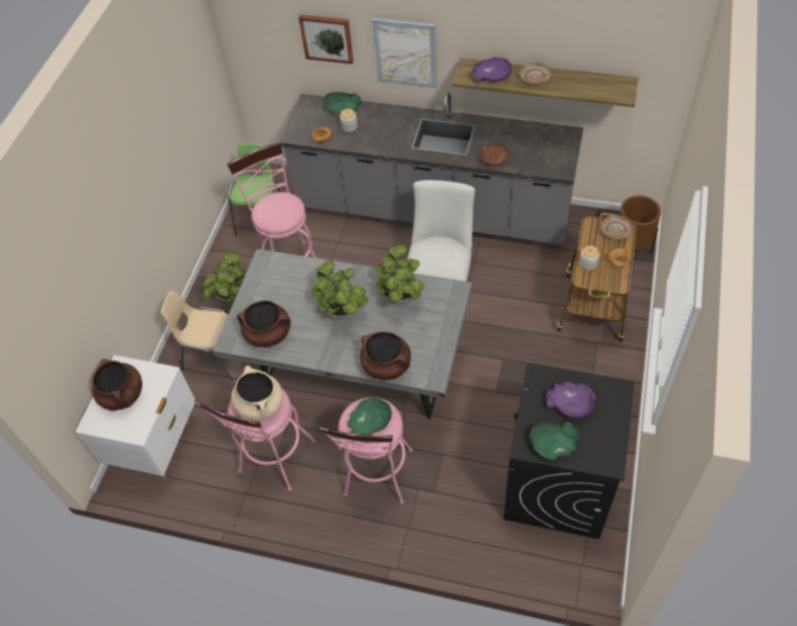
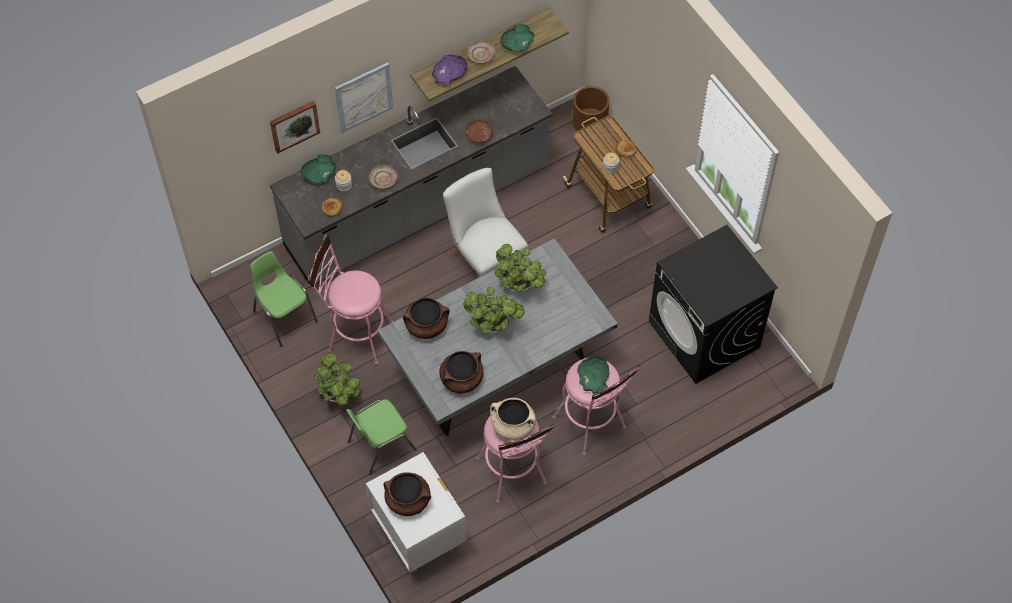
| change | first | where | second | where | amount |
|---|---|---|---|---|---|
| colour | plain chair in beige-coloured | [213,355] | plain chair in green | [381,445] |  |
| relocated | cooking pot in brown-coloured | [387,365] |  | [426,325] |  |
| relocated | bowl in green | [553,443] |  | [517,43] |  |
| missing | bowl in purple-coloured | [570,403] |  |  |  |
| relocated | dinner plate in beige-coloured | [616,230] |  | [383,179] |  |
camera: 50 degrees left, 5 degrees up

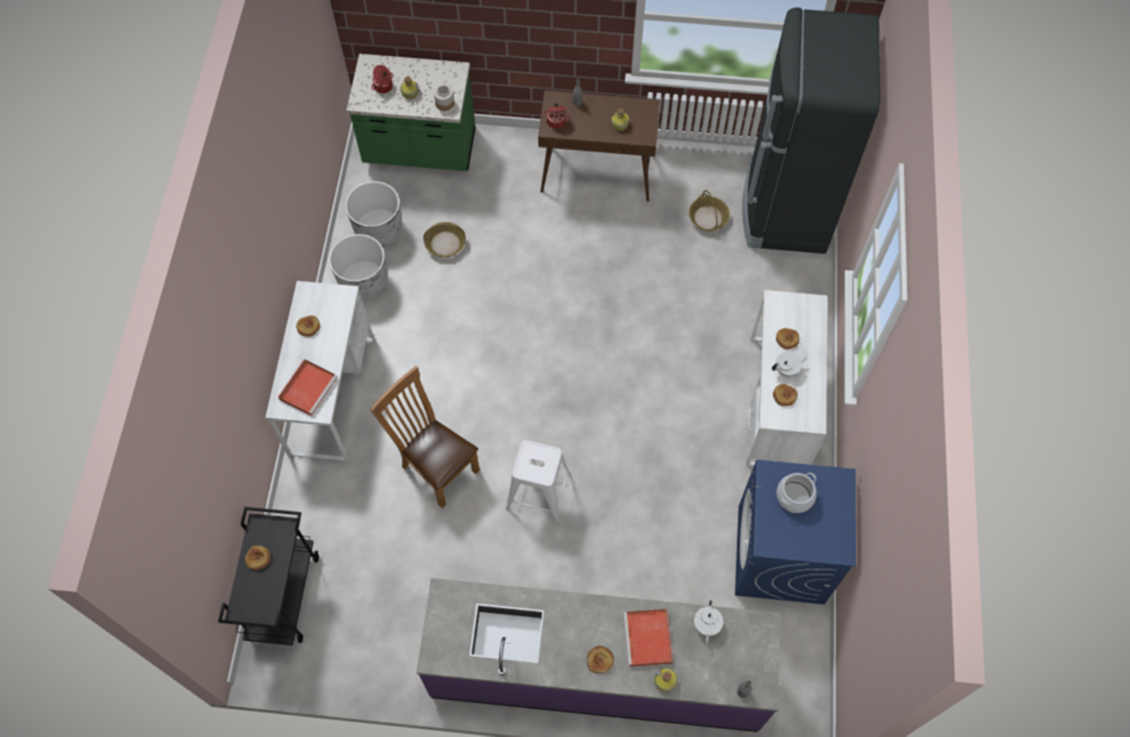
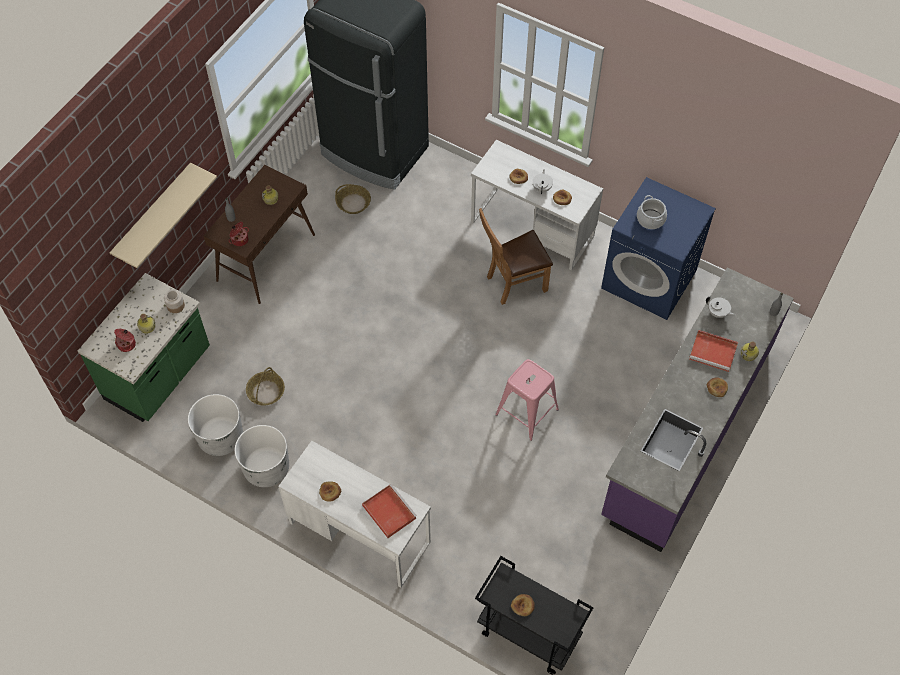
| change | first | where | second | where | amount |
|---|---|---|---|---|---|
| relocated | plain chair in brown-coloured | [436,467] |  | [513,283] |  |
| colour | sitting stool in white | [539,492] | sitting stool in pink | [527,412] |  |
| appeared |  |  | shelf in beige-coloured | [153,214] |  |
camera: 65 degrees left, 5 degrees down

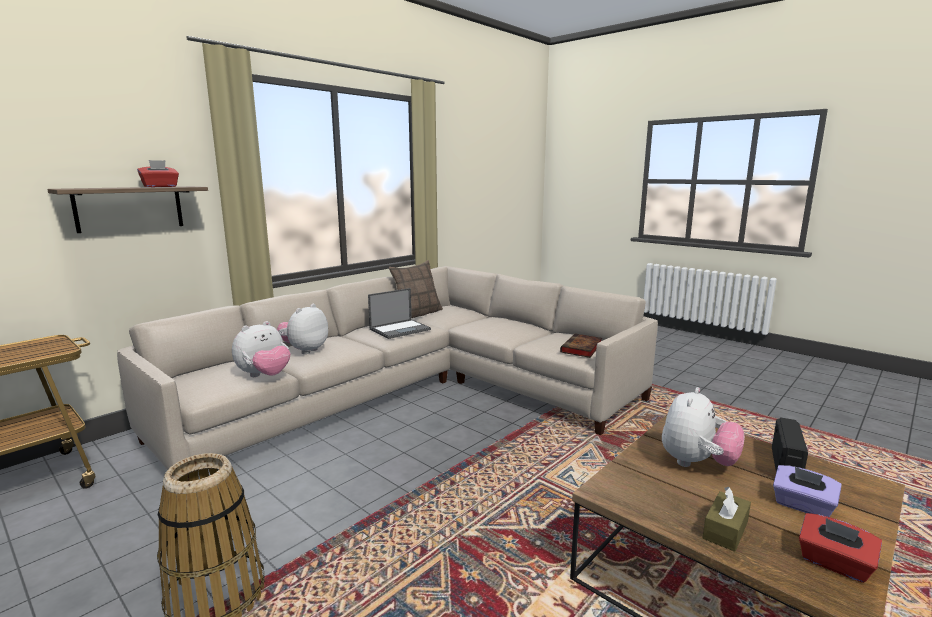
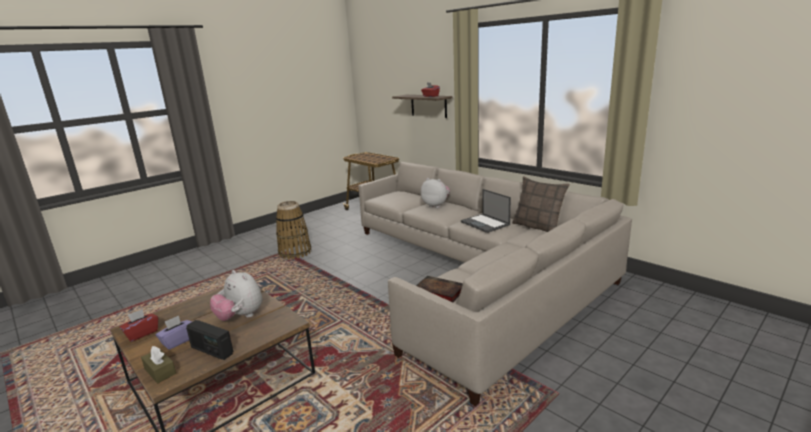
| change | first | where | second | where | amount |
|---|---|---|---|---|---|
| missing | plush toy | [264,376] |  |  |  |
| relocated | box of tissues in brown-coloured | [725,530] |  | [160,371] |  |
camera: 95 degrees right, 5 degrees up

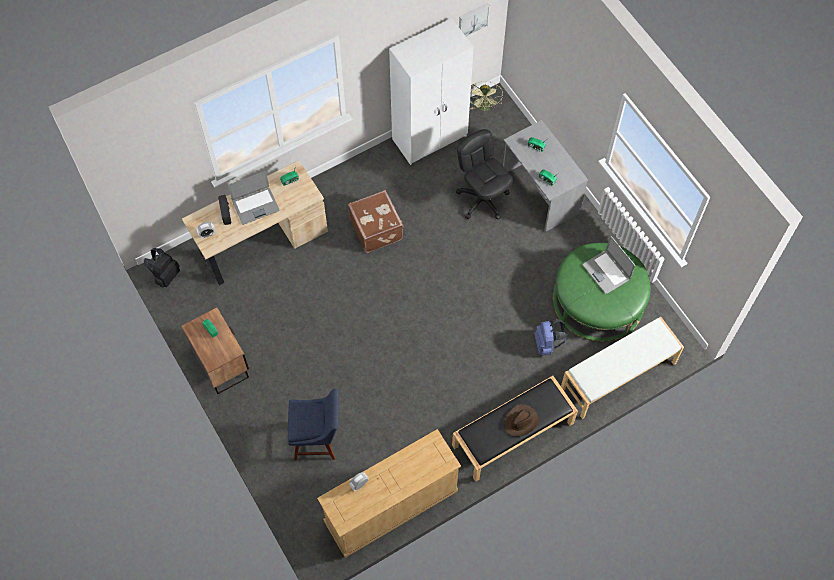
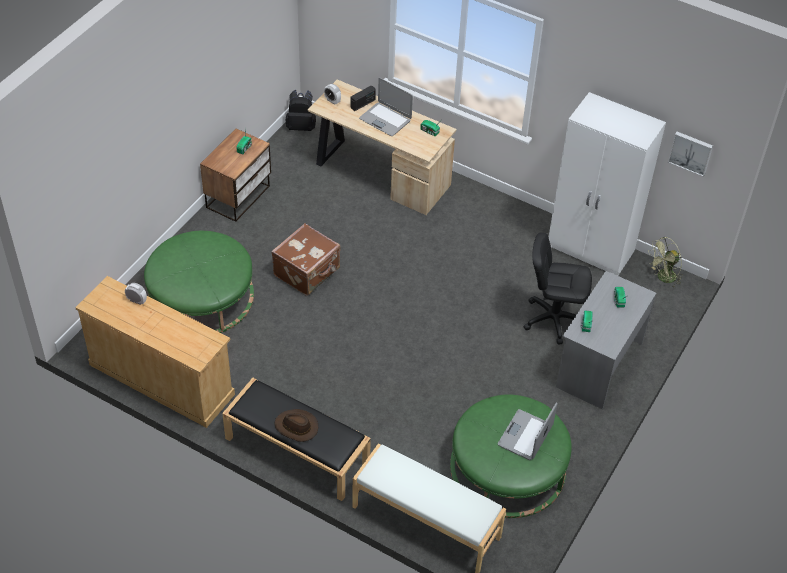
| change | first | where | second | where | amount |
|---|---|---|---|---|---|
| exchanged | plain chair in blue-coloured | [318,439] | footrest in green | [201,296] |  |
| relocated | suitcase in brown-coloured | [377,229] |  | [308,272] |  |
| spun | office chair in black | [482,199] |  | [553,319] | 105 degrees counterclockwise |
| missing | backpack in blue-coloured | [547,344] |  |  |  |
camera: 60 degrees right, 15 degrees down

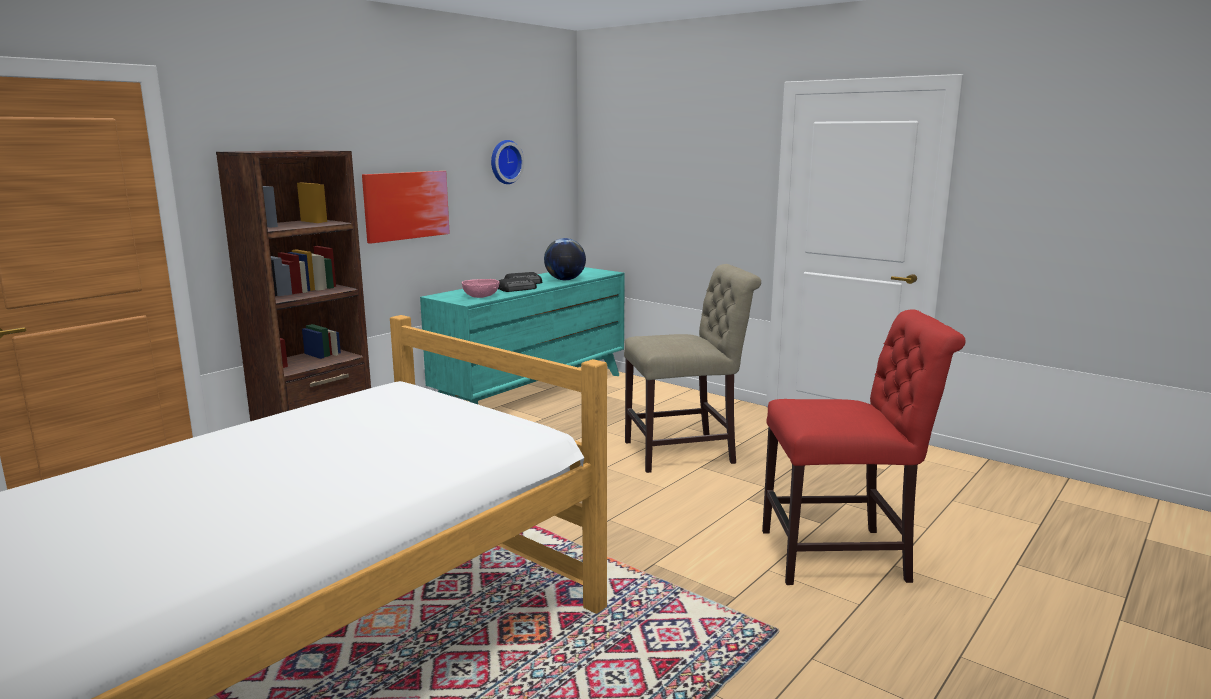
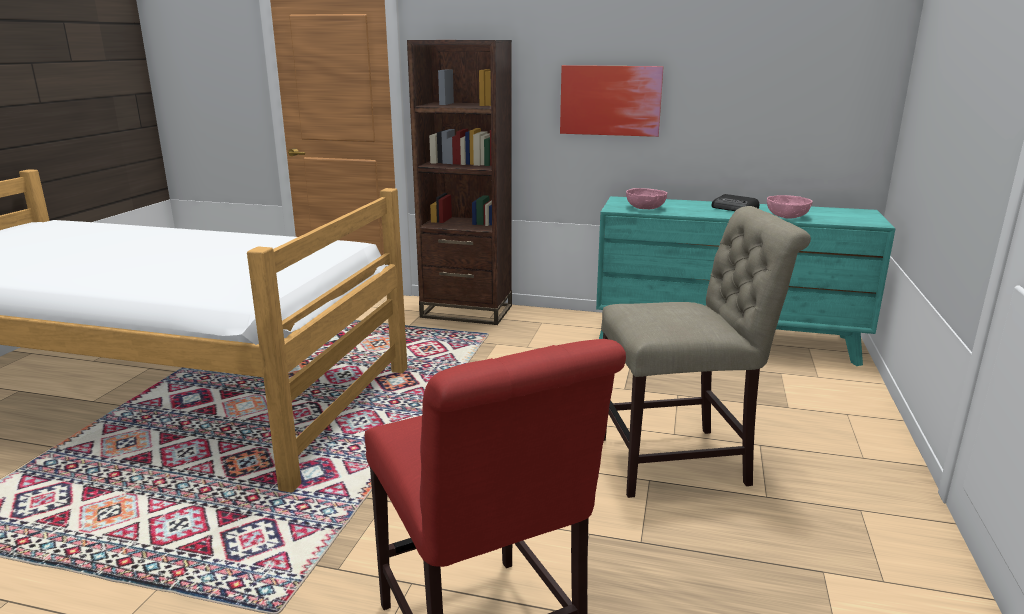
| change | first | where | second | where | amount |
|---|---|---|---|---|---|
| missing | hanging clock | [504,162] |  |  |  |
| missing | radio receiver | [517,289] |  |  |  |
| exchanged | world globe | [565,280] | bowl in pink | [787,216] |  |
| spun | plain chair in beige-coloured | [686,452] |  | [681,461] | 60 degrees counterclockwise |
camera: 65 degrees right, 5 degrees up

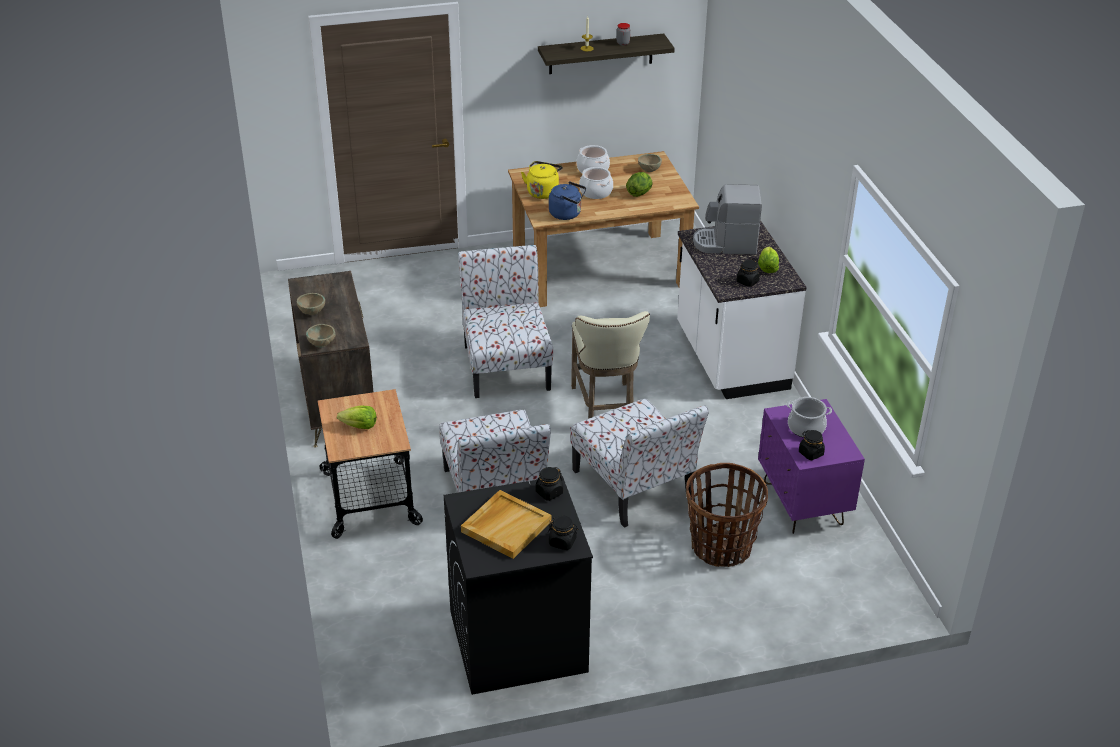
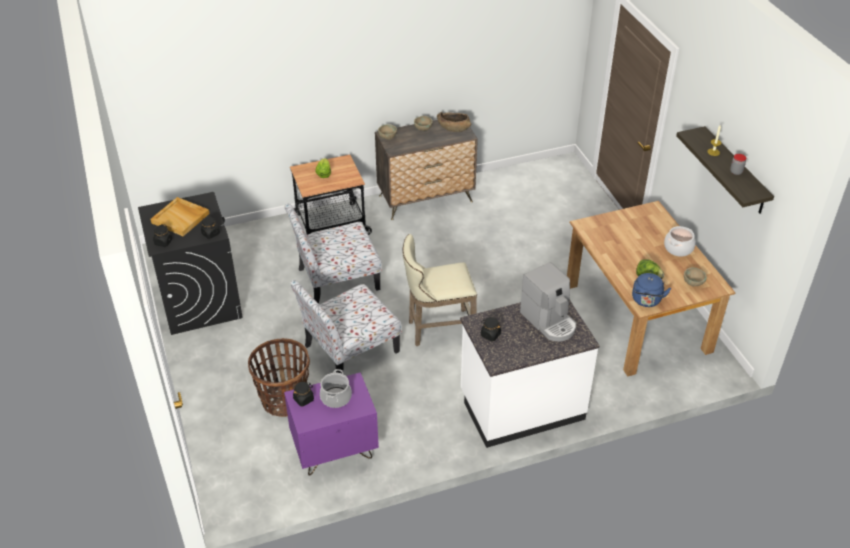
| change | first | where | second | where | amount |
|---|---|---|---|---|---|
| missing | plain chair | [506,365] |  |  |  |
| missing | tea kettle in yellowish | [543,192] |  |  |  |
| relocated | tea kettle in blue-coloured | [567,214] |  | [646,301] |  |
| missing | cooking pot | [596,192] |  |  |  |
| spun | coffee machine | [725,244] |  | [549,321] | 150 degrees clockwise |
| missing | lettuce | [767,267] |  |  |  |
| appeared |  |  | bowl in brown-coloured | [453,127] |  |
camera: 85 degrees right, 5 degrees up

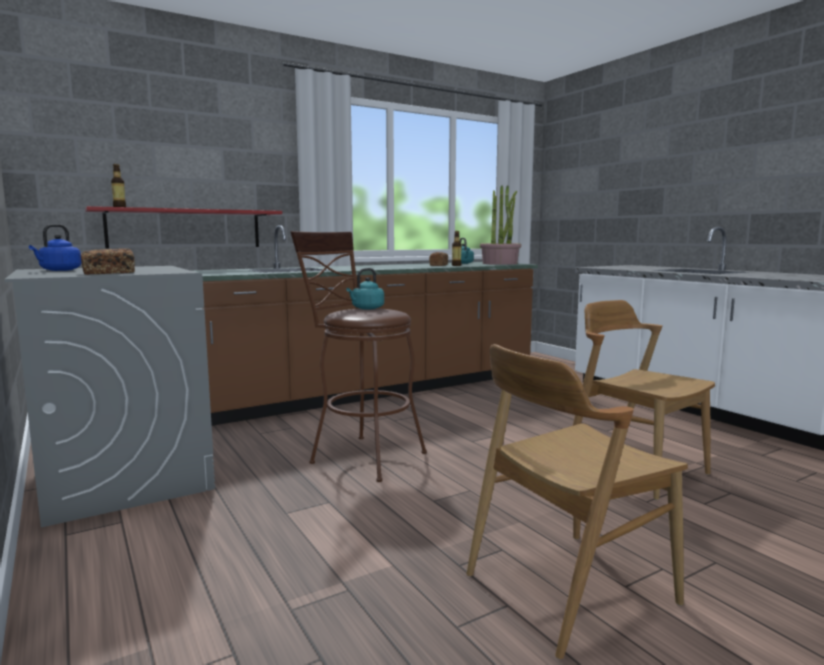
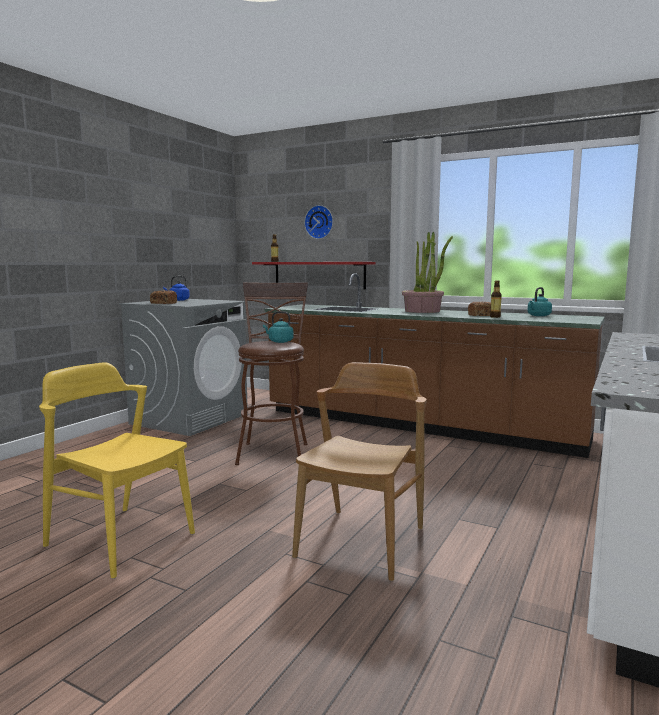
| change | first | where | second | where | amount |
|---|---|---|---|---|---|
| colour | plain chair in brown-coloured | [568,588] | plain chair in yellowish | [120,539] |  |
| relocated | plant in a pot | [500,263] |  | [422,311] |  |
| appeared |  |  | hanging clock | [320,222] |  |
camera: 60 degrees right, 0 degrees up

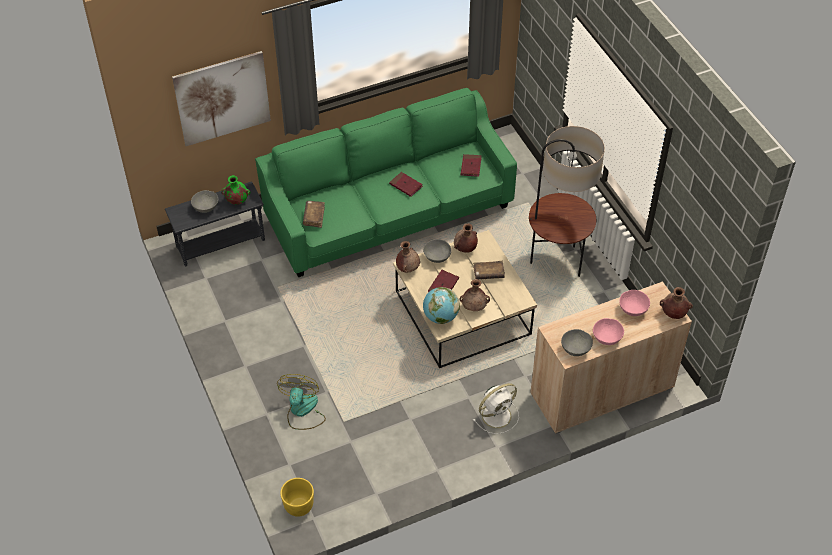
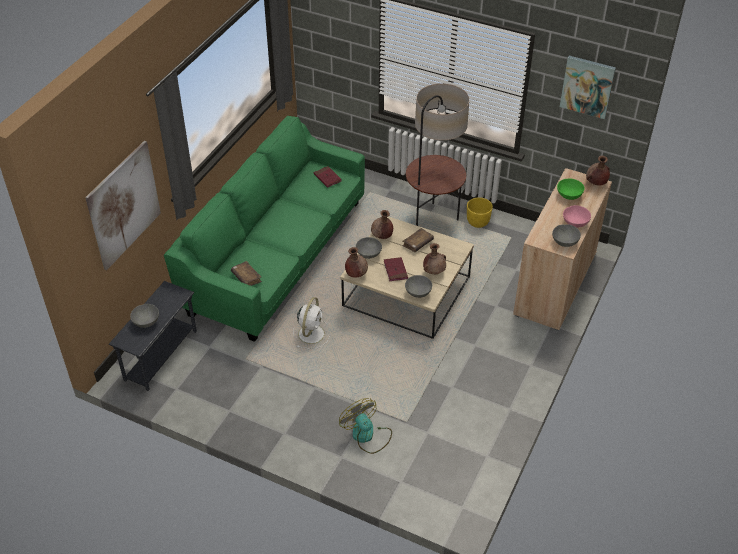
| change | first | where | second | where | amount |
|---|---|---|---|---|---|
| missing | decorative vase in green | [236,200] |  |  |  |
| relocated | flower pot in yellowish | [299,506] |  | [477,222] |  |
| missing | volume in red-coloured | [406,185] |  |  |  |
| exchanged | world globe | [440,317] | bowl in greyish | [418,292] |  |
| relocated | fan in white | [497,415] |  | [311,333] |  |
| colour | bowl in pink | [633,309] | bowl in green | [569,195] |  |
| appeared |  |  | wall art | [587,86] |  |
camera: 40 degrees left, 5 degrees down

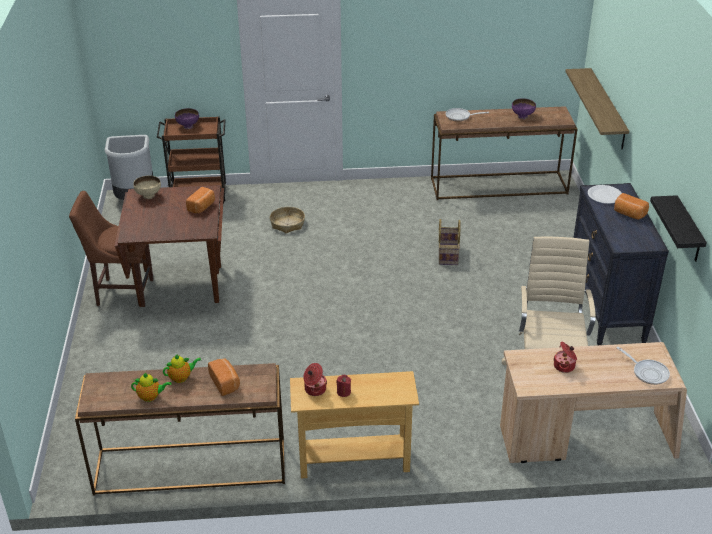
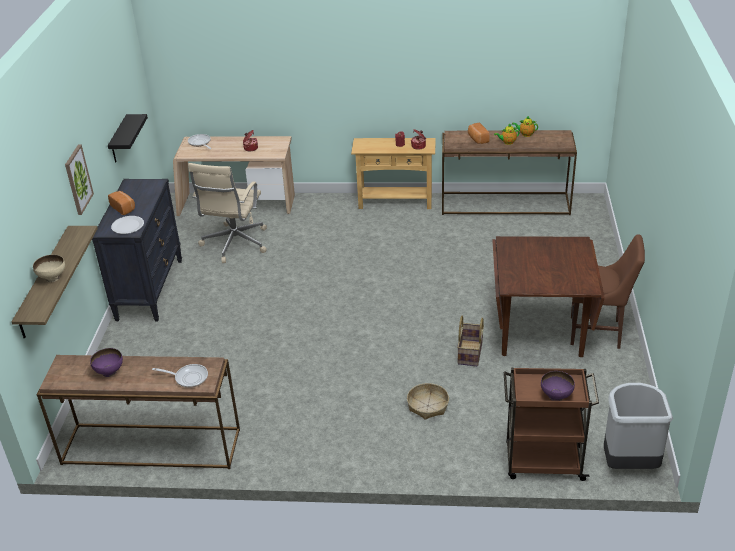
| change | first | where | second | where | amount |
|---|---|---|---|---|---|
| relocated | bowl in beige-coloured | [148,196] |  | [53,278] |  |
| missing | bakery bread | [202,207] |  |  |  |
| relocated | basket | [447,254] |  | [470,353] |  |
| appeared |  |  | wall art | [78,179] |  |
camera: 170 degrees left, 0 degrees up

